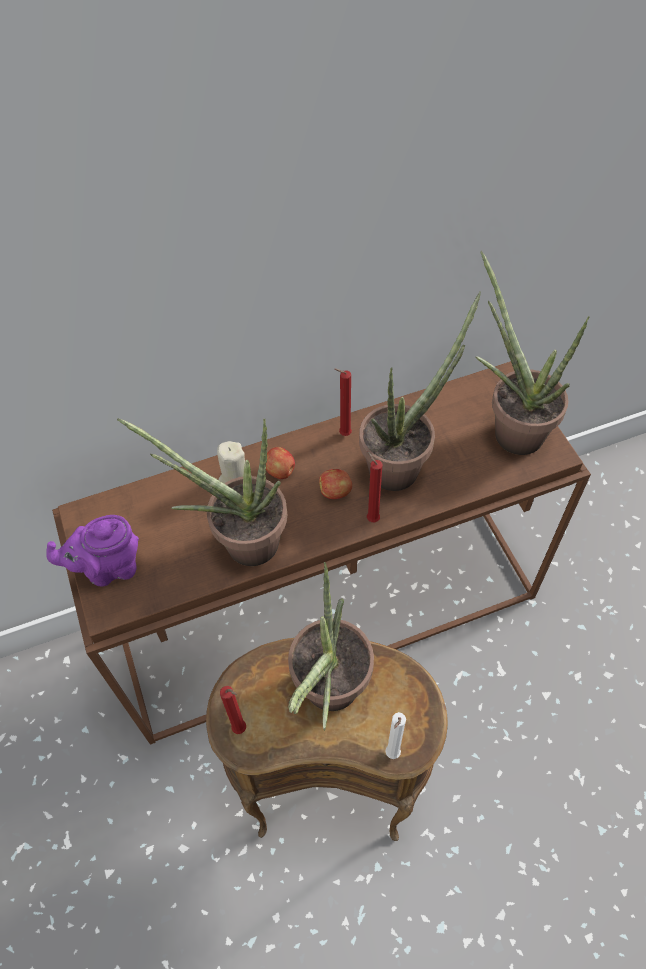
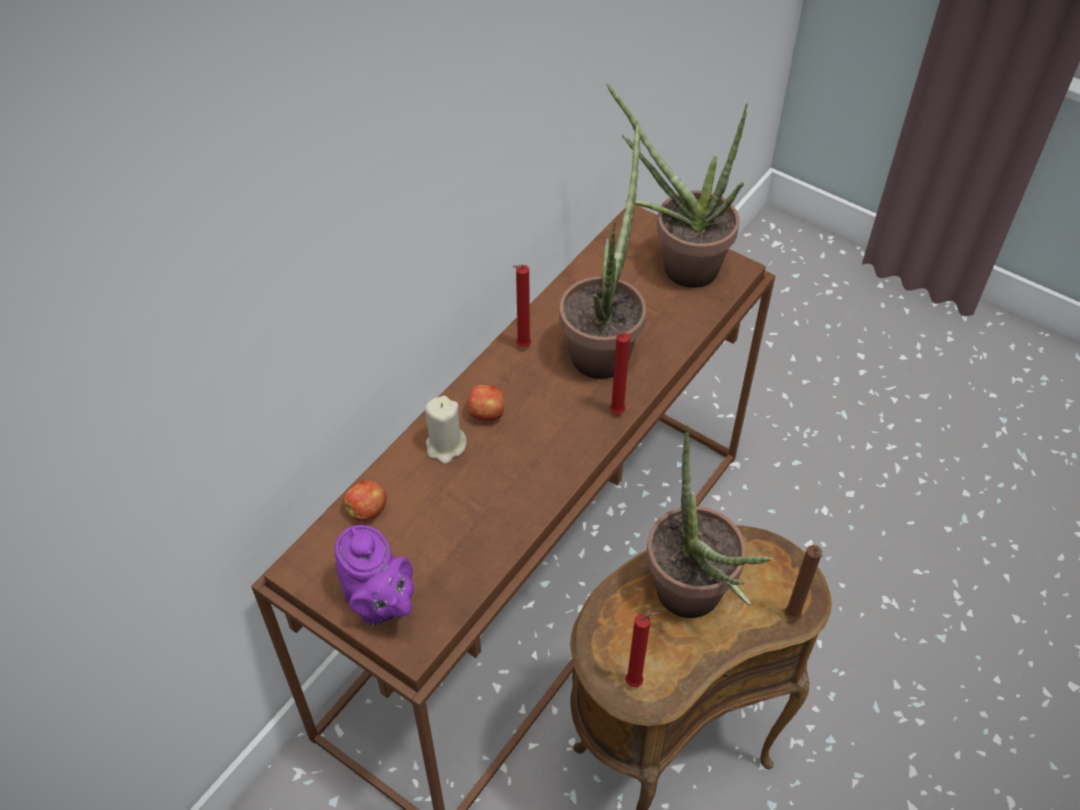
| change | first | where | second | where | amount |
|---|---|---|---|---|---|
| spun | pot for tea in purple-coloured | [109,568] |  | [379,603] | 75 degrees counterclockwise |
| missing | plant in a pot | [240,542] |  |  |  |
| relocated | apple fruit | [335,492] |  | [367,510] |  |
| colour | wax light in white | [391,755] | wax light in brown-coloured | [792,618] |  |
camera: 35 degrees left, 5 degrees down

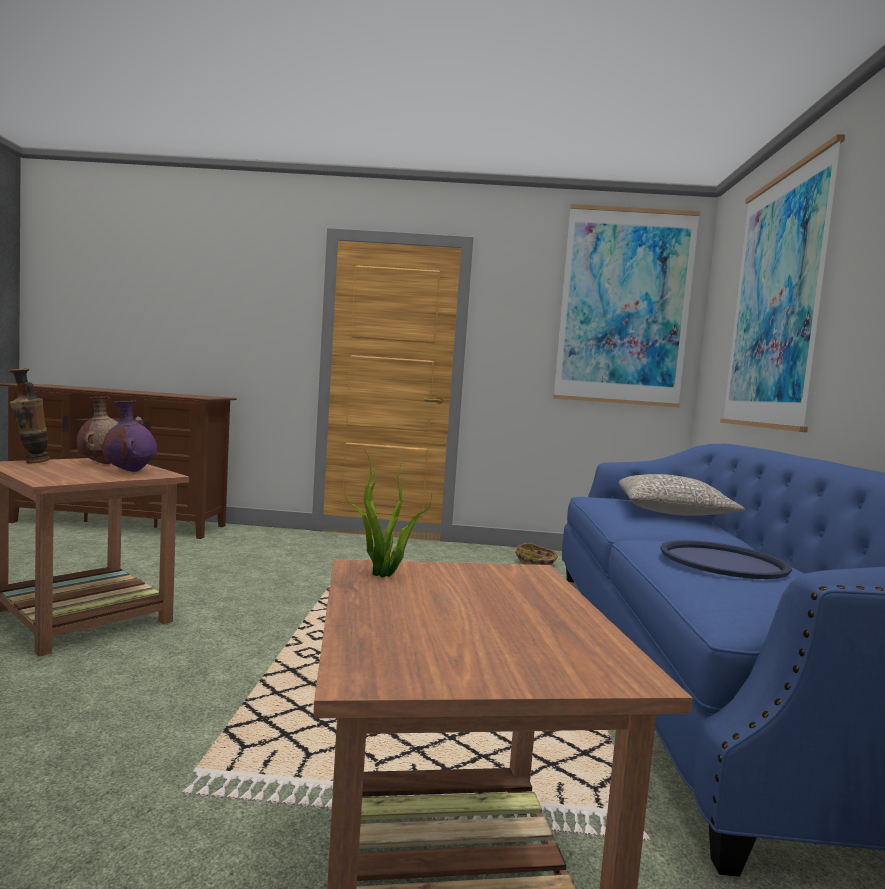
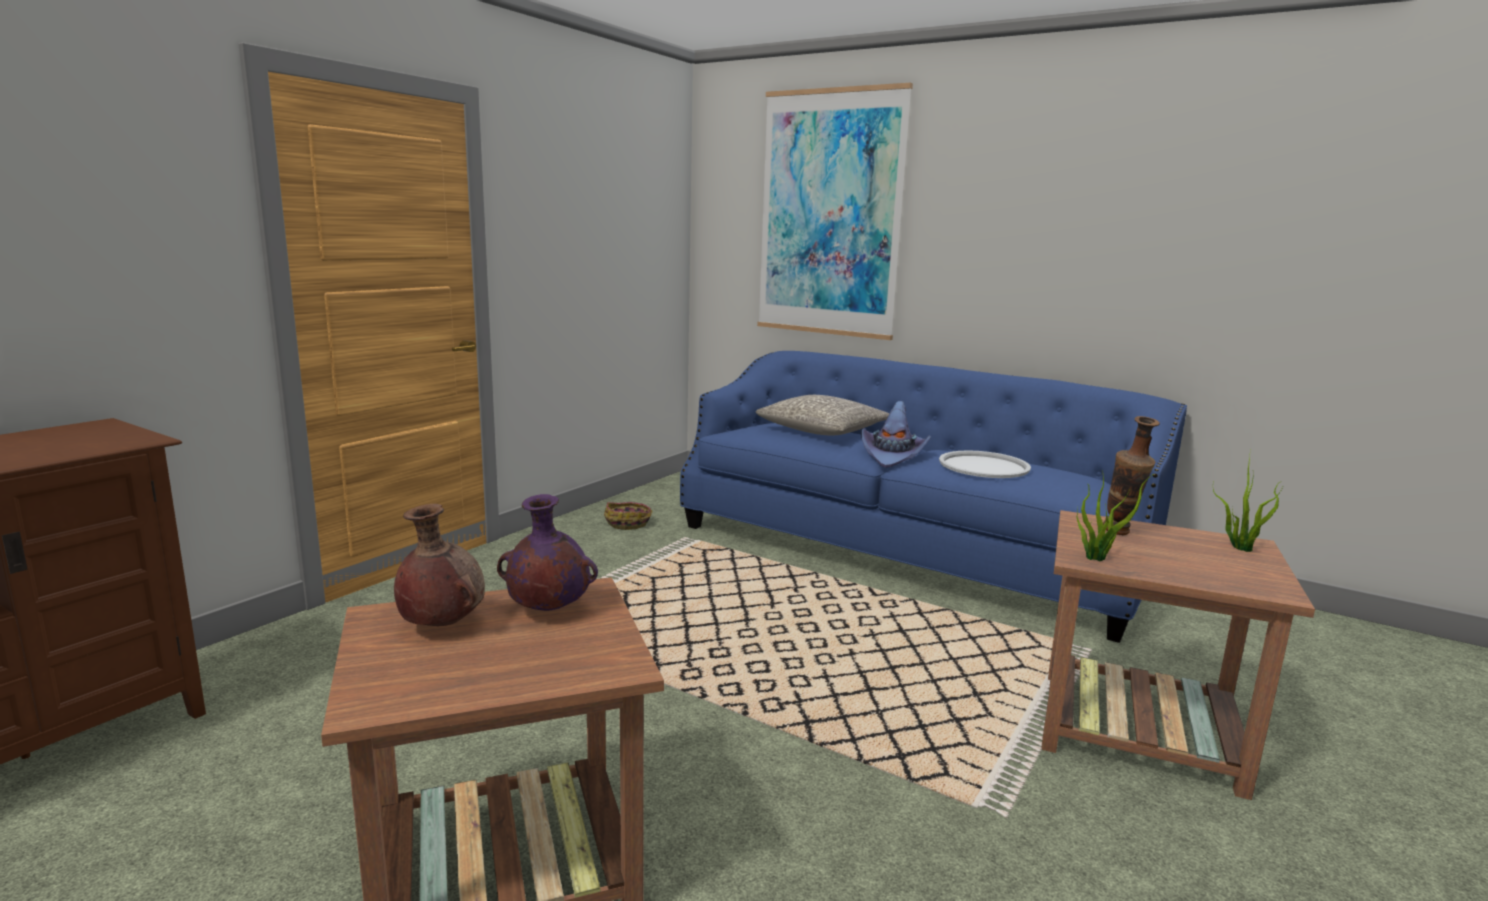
| change | first | where | second | where | amount |
|---|---|---|---|---|---|
| relocated | decorative vase | [29,462] |  | [1120,534] |  |
| missing | wall art | [624,307] |  |  |  |
| colour | serving tray in blue-coloured | [722,561] | serving tray in white | [984,466] |  |
| appeared |  |  | clothing hat in purple-coloured | [893,456] |  |
| appeared |  |  | plant in a pot | [1239,548] |  |
camera: 60 degrees left, 10 degrees up

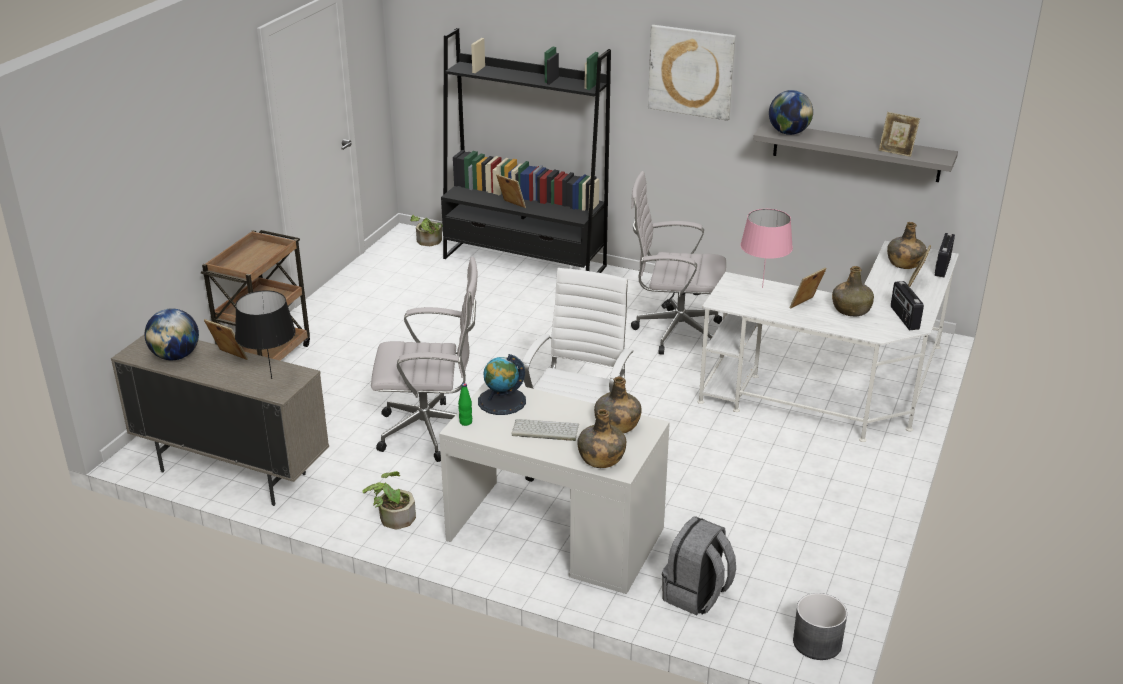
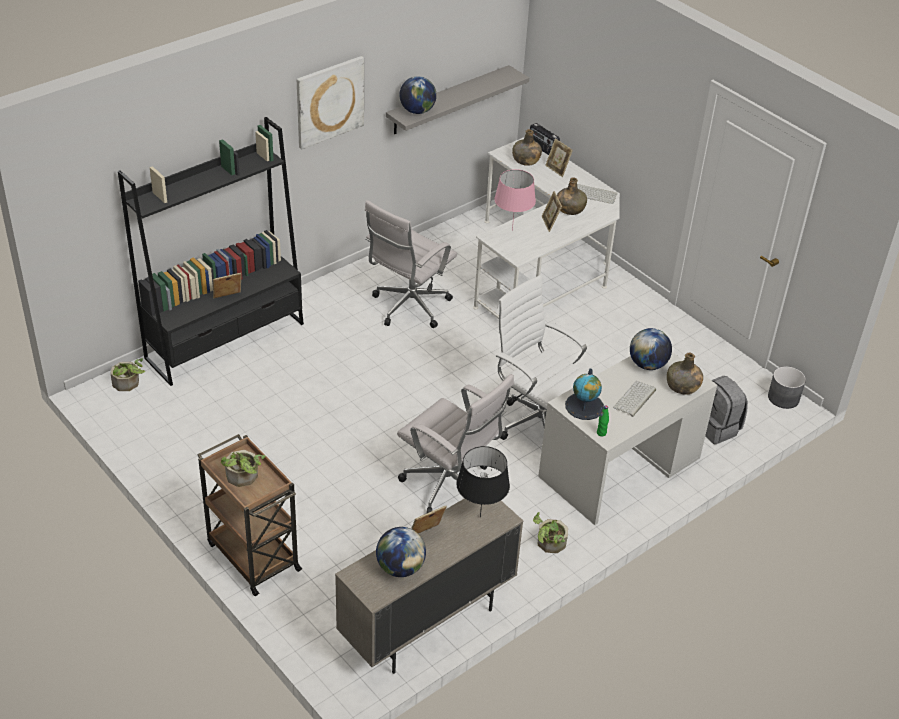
| change | first | where | second | where | amount |
|---|---|---|---|---|---|
| spun | office chair in white | [431,432] |  | [450,487] | 105 degrees clockwise |
| exchanged | drink bottle in green | [617,425] | world globe | [647,364] |  |
| missing | standing frame | [896,151] |  |  |  |
| exchanged | radio receiver | [904,318] | computer keyboard | [595,194] |  |
| appeared |  |  | plant in a pot | [243,478] |  |
camera: 65 degrees left, 10 degrees up

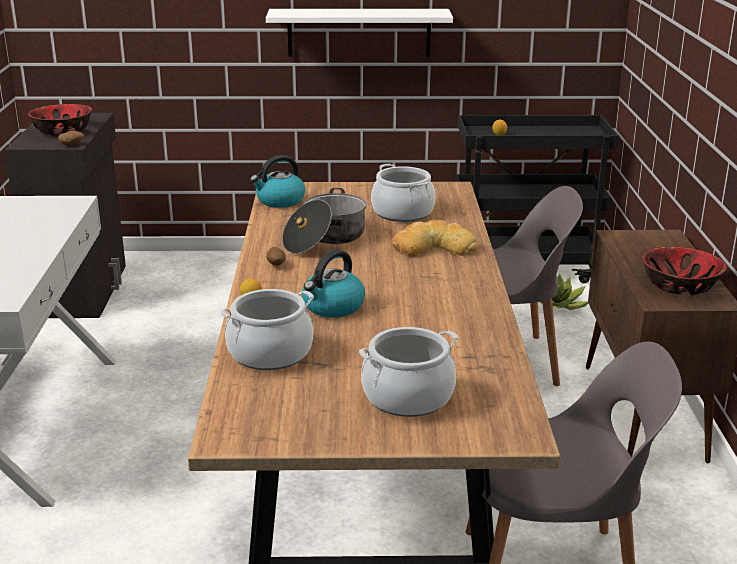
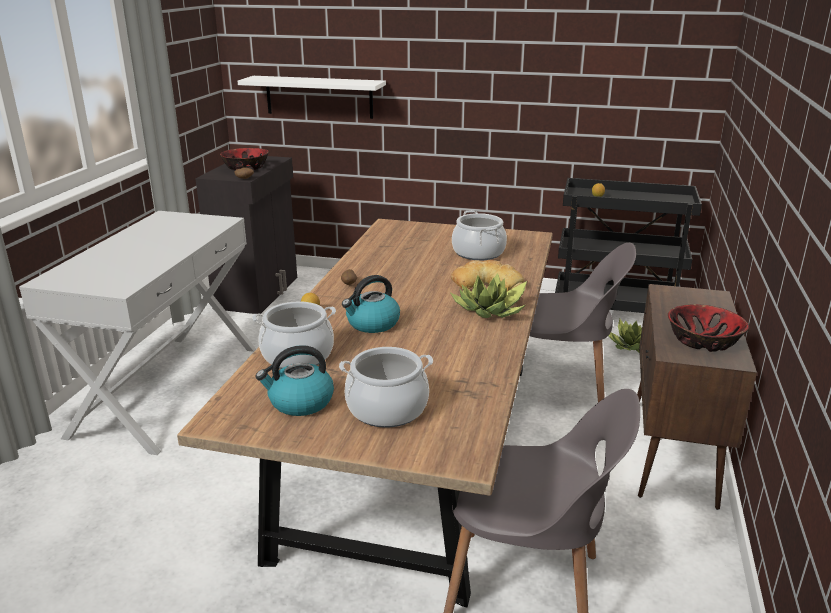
| change | first | where | second | where | amount |
|---|---|---|---|---|---|
| relocated | tea kettle | [280,201] |  | [300,402] |  |
| relocated | shelf in white | [359,32] |  | [319,97] |  |
| missing | cooking pot | [325,239] |  |  |  |
| appeared |  |  | plant in a pot | [491,311] |  |
camera: 15 degrees right, 0 degrees up

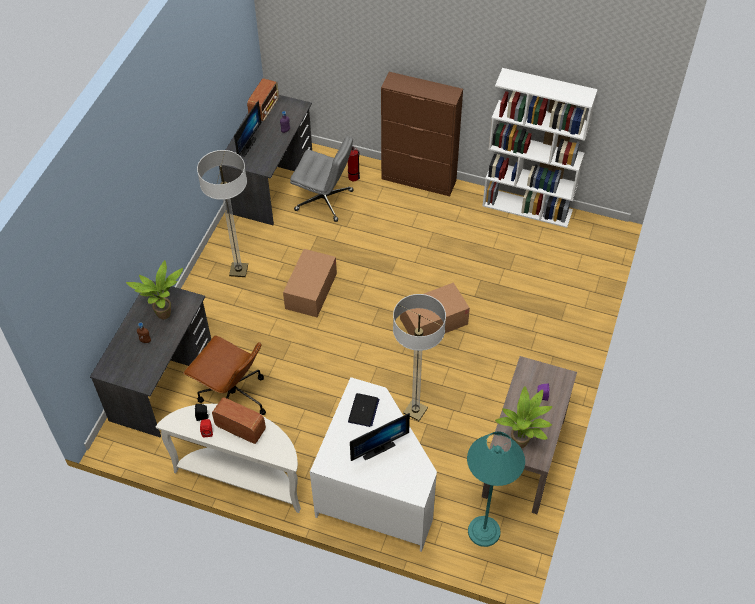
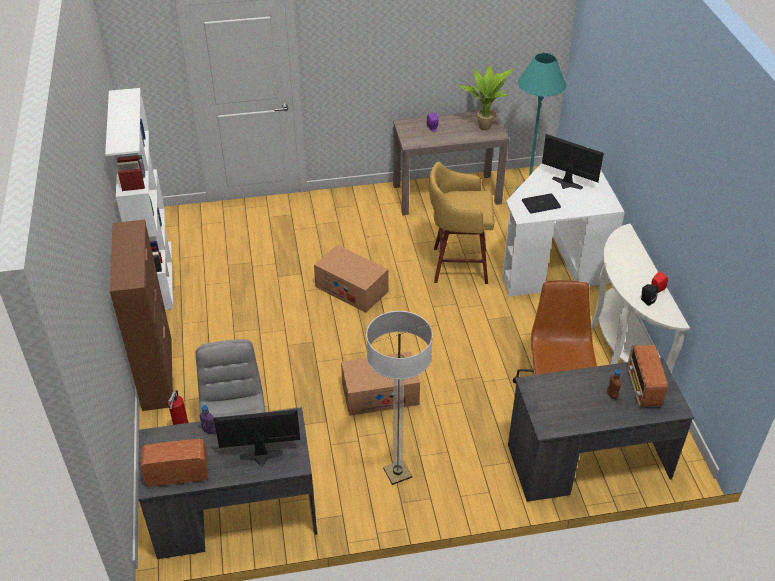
| change | first | where | second | where | amount |
|---|---|---|---|---|---|
| missing | plant in a pot | [165,316] |  |  |  |
| relocated | radio receiver | [240,428] |  | [643,388] |  |
| exchanged | standard lamp | [415,411] | sitting stool in yellowish | [457,265] |  |
camera: 120 degrees left, 10 degrees down

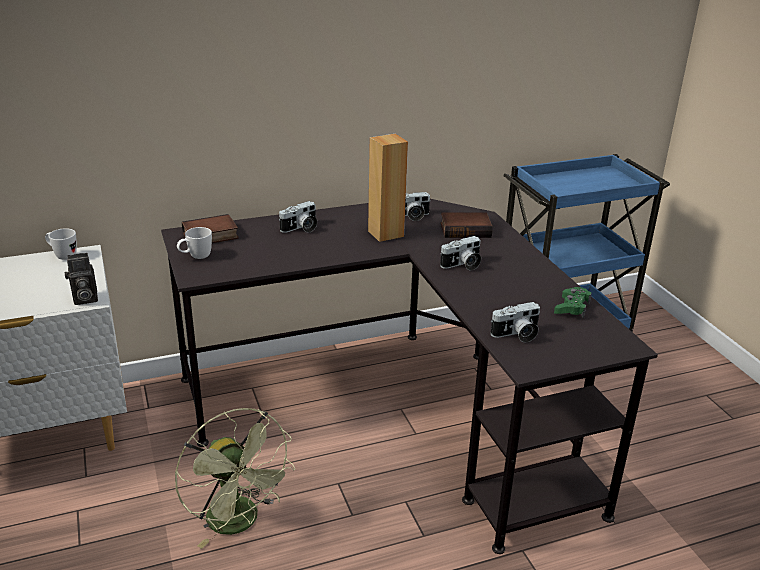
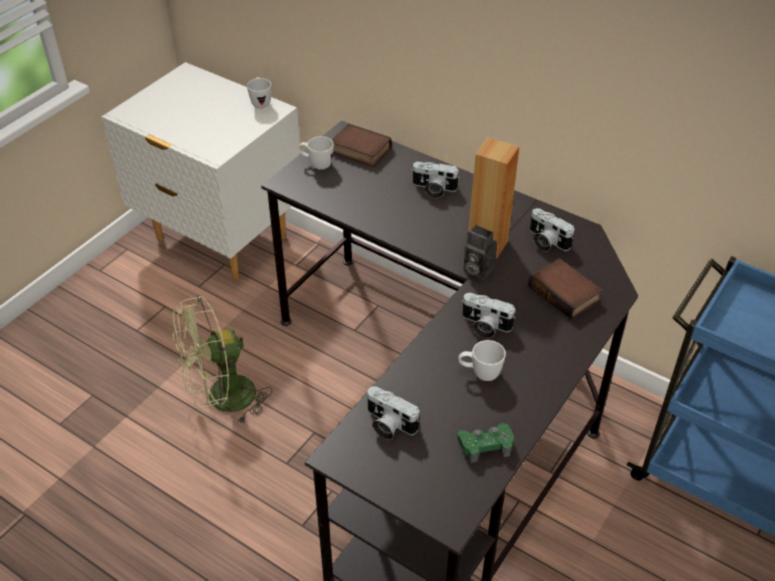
| change | first | where | second | where | amount |
|---|---|---|---|---|---|
| relocated | still camera | [84,299] |  | [476,269] |  |
| spun | fan in green | [240,523] |  | [222,400] | 45 degrees clockwise |
| appeared |  |  | coffee mug in white | [480,373] |  |
camera: 55 degrees right, 15 degrees up

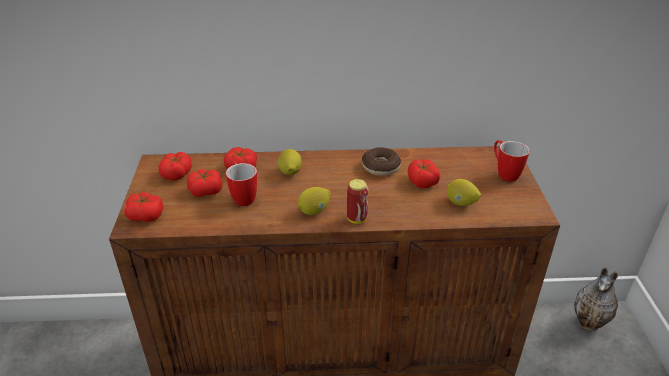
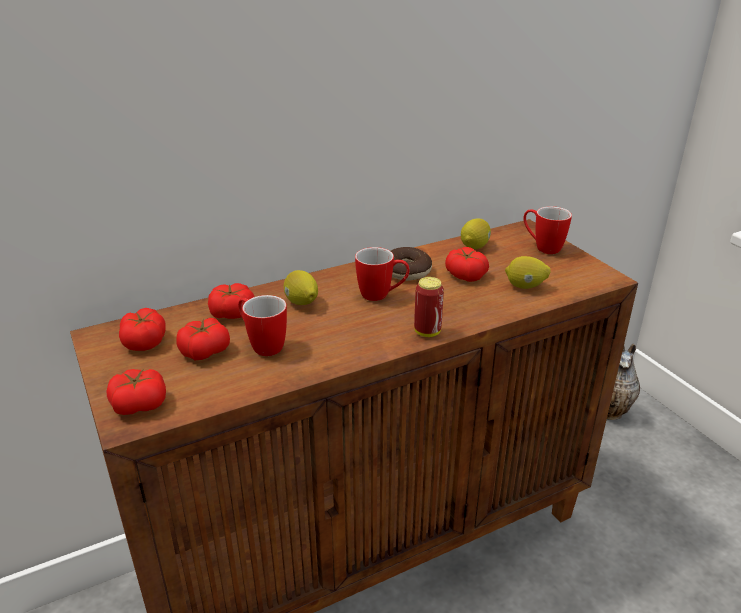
| change | first | where | second | where | amount |
|---|---|---|---|---|---|
| relocated | lemon | [314,211] |  | [475,246] |  |
| appeared |  |  | coffee mug | [382,295] |  |
camera: 25 degrees left, 5 degrees down

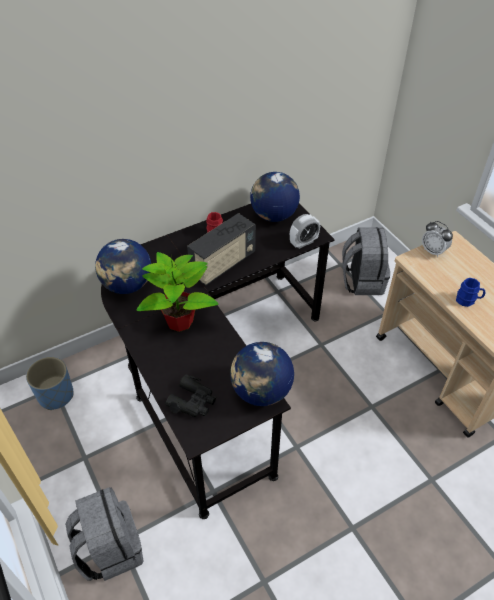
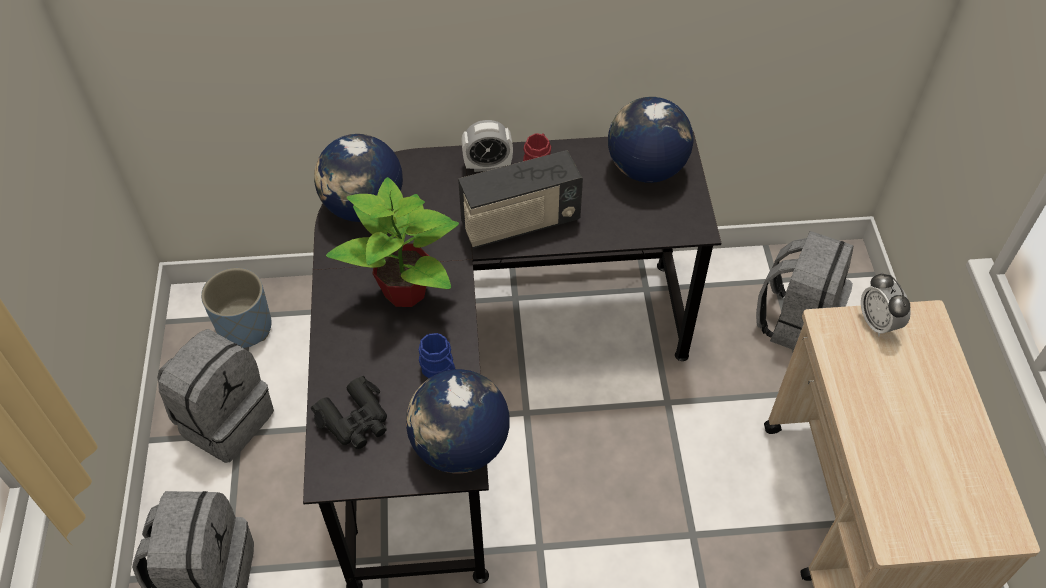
| change | first | where | second | where | amount |
|---|---|---|---|---|---|
| relocated | table clock | [303,242] |  | [487,165] |  |
| relocated | coffee mug in blue-coloured | [468,300] |  | [440,370] |  |
| appeared |  |  | backpack in greyish | [225,419] |  |
camera: 25 degrees right, 5 degrees up

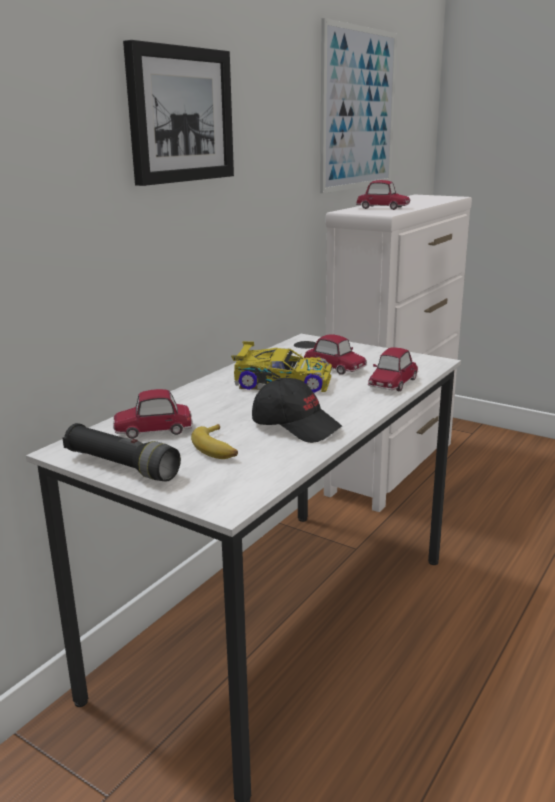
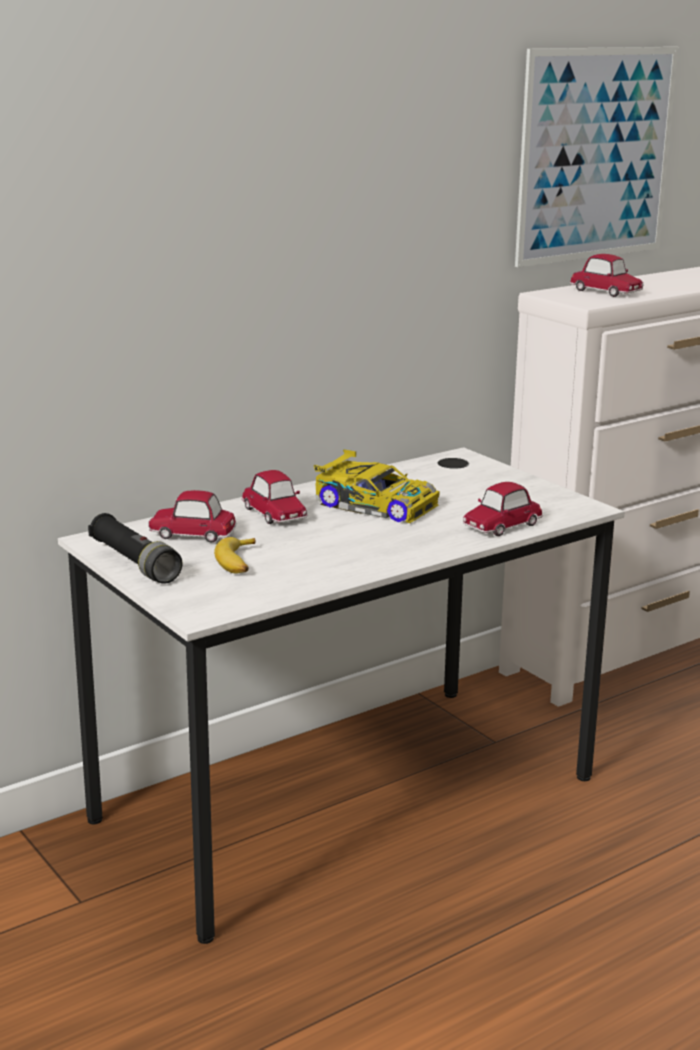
| change | first | where | second | where | amount |
|---|---|---|---|---|---|
| missing | wall art | [180,115] |  |  |  |
| missing | cap in black | [296,426] |  |  |  |
| relocated | toy car | [334,367] |  | [275,513] |  |
camera: 20 degrees right, 0 degrees up

